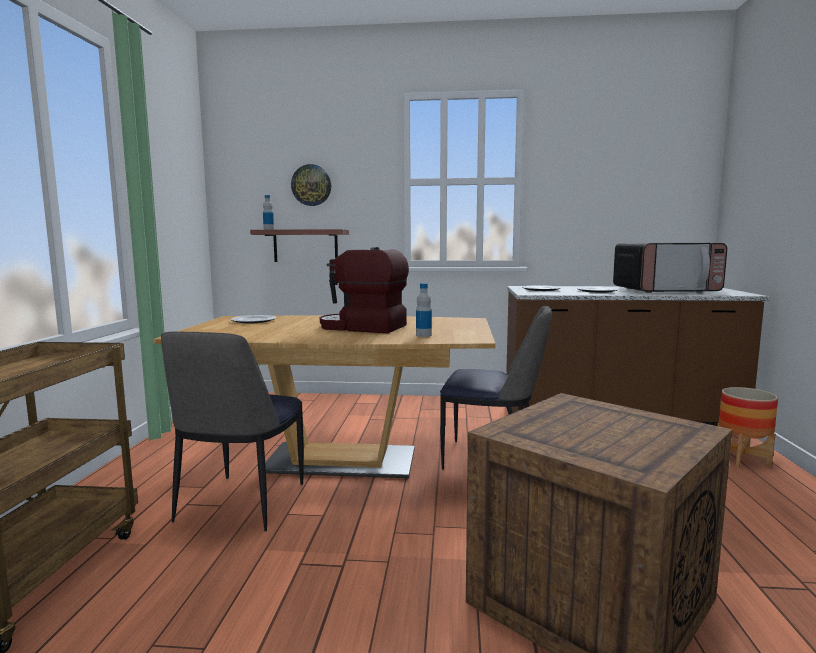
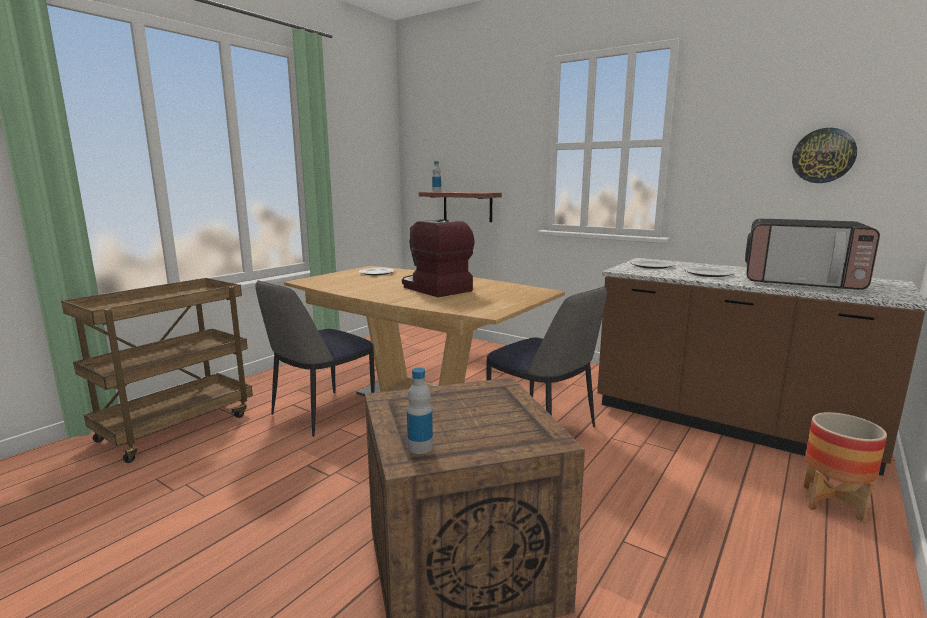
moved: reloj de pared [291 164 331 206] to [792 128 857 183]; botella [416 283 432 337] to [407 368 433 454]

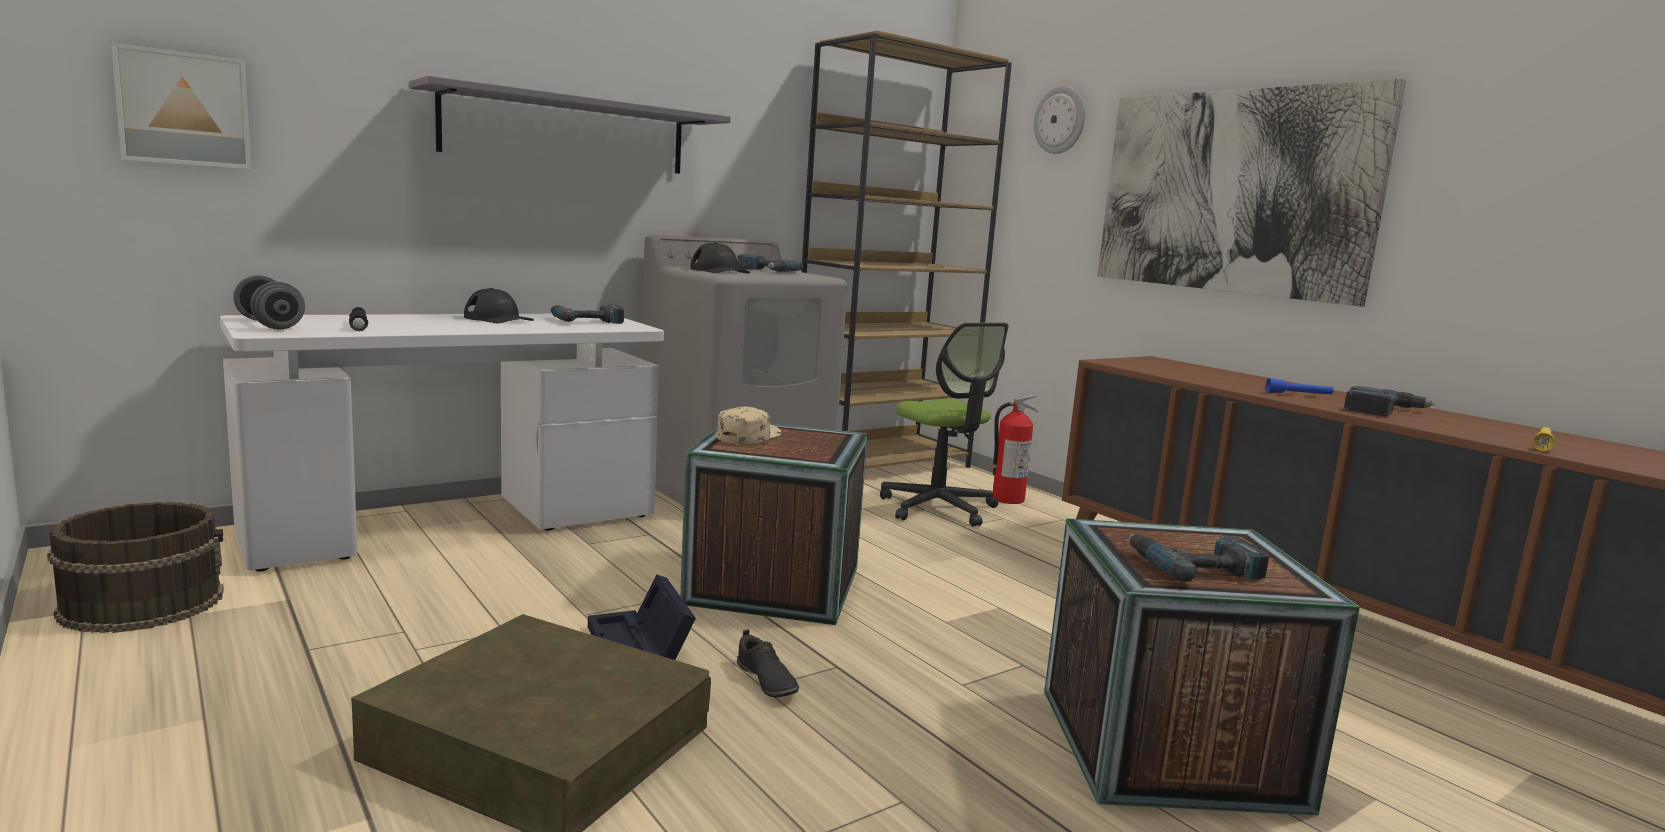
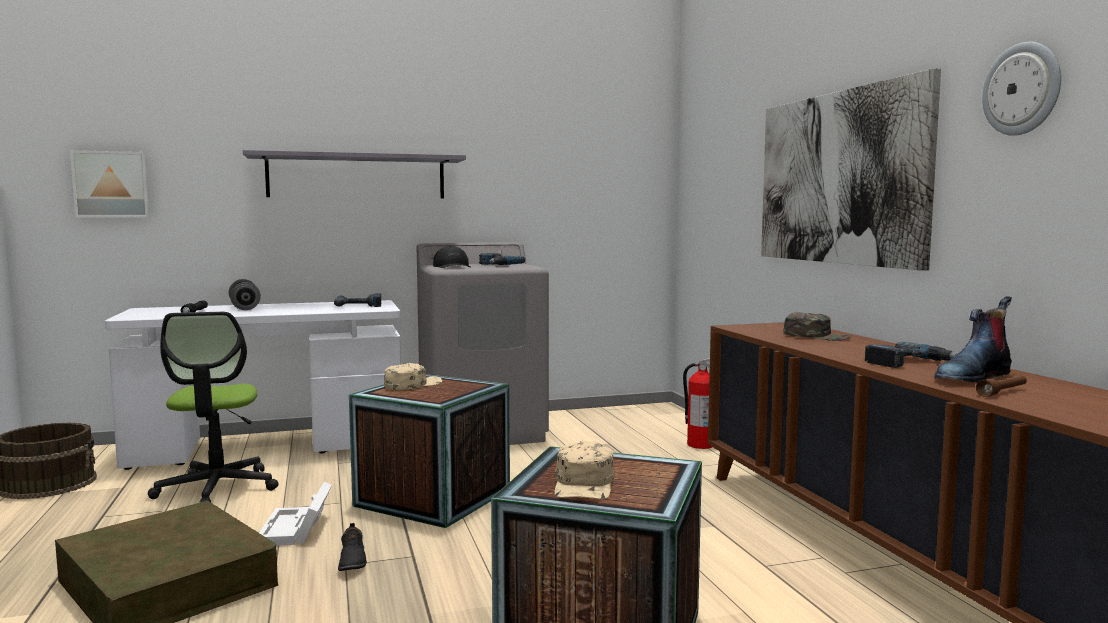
removed: gorra/negro [464 288 534 323]; estantería/marrón [801 30 1012 469]; linterna/azul [1265 378 1334 395]
added: gorra/verde [783 312 852 341]; bota [934 297 1012 383]
moved: mancuerna/gris [233 275 305 329] to [229 279 261 310]; silla de oficina [880 323 1008 527] to [148 312 278 503]; reloj de pared [1034 86 1085 154] to [982 42 1061 136]
replaced: taladro [1129 534 1269 582] to gorra/beis [555 441 614 499]
recoloured: caja de almacenaje/negro [588 574 696 660] to caja de almacenaje/blanco [259 482 332 546]; linterna/amarillo [1532 427 1555 451] to linterna/marrón [976 376 1027 397]

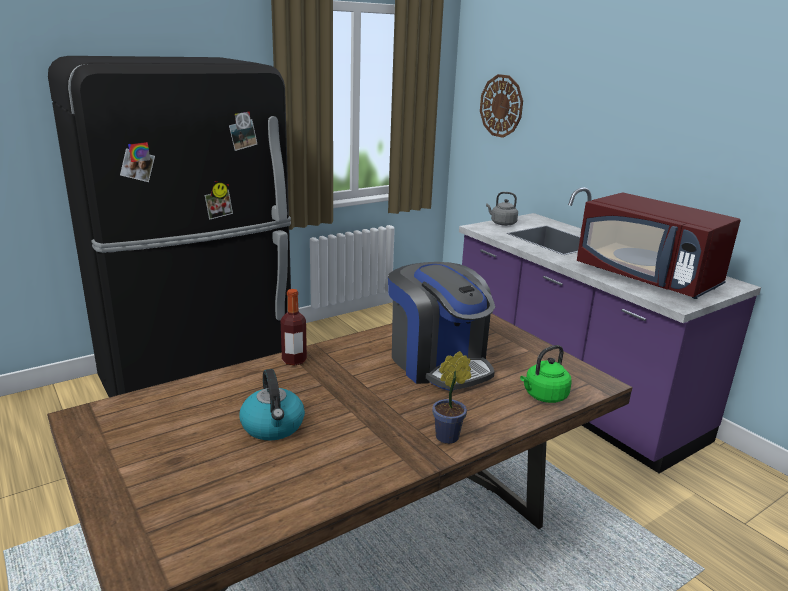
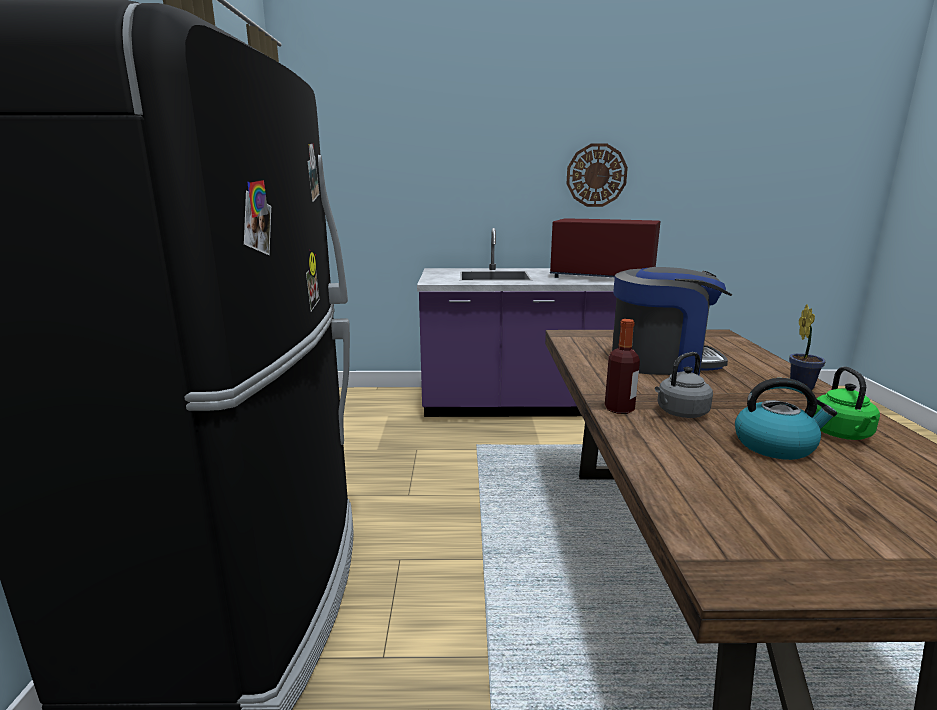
moved: reloj de pared [480 74 523 138] to [566 144 628 207]; hervidor/gris [486 192 518 226] to [655 352 713 418]; hervidor/verde [520 345 572 403] to [815 367 880 440]
turned: microondas/rojo [577 192 741 299] = [550 218 661 278] 150 degrees counterclockwise

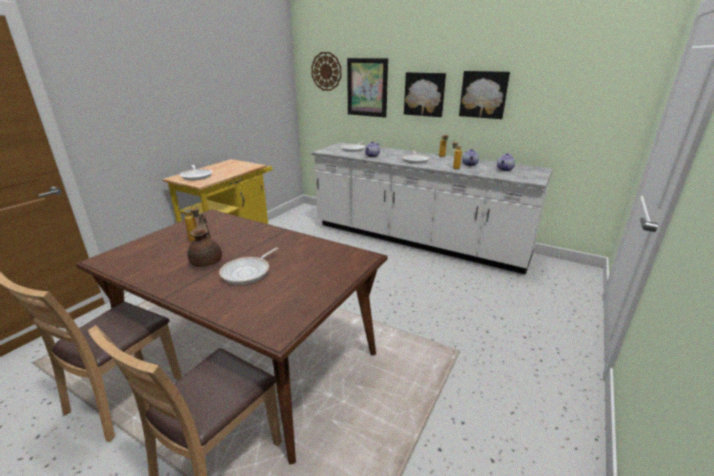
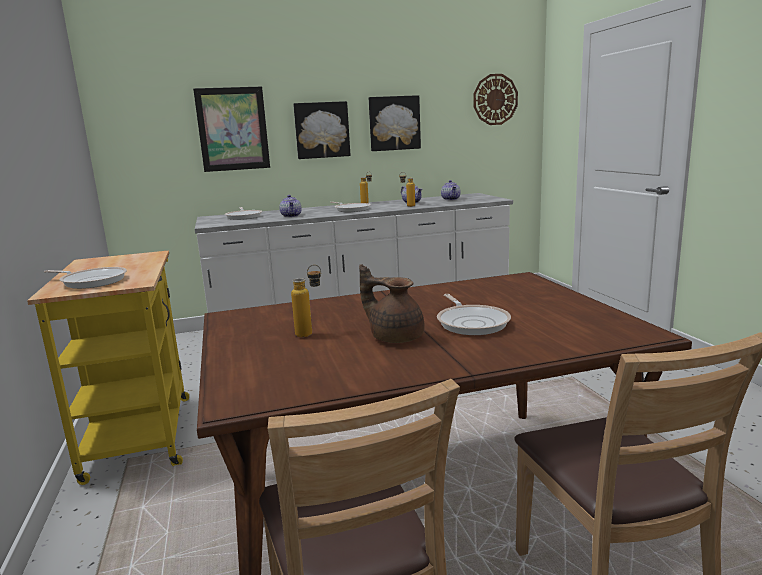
moved: reloj de pared [311 52 341 91] to [473 74 518 125]

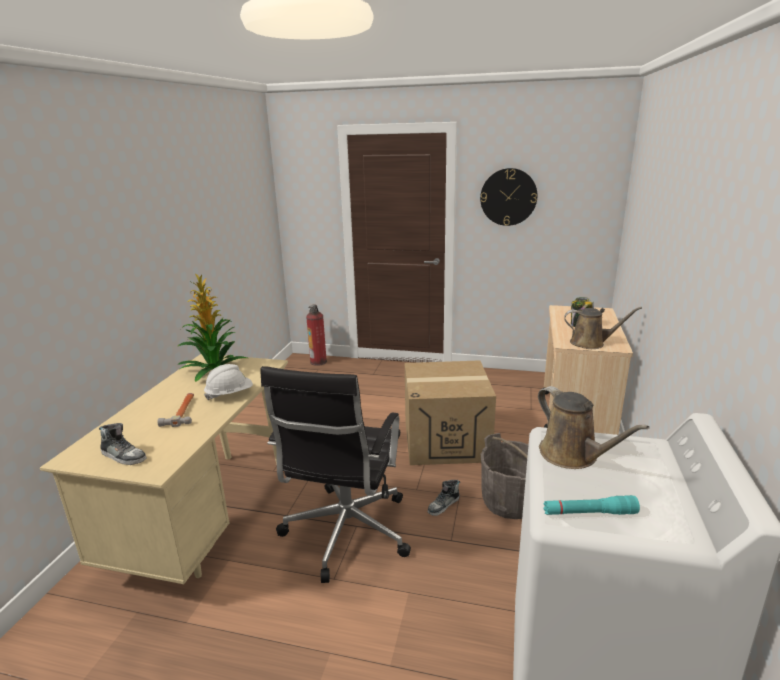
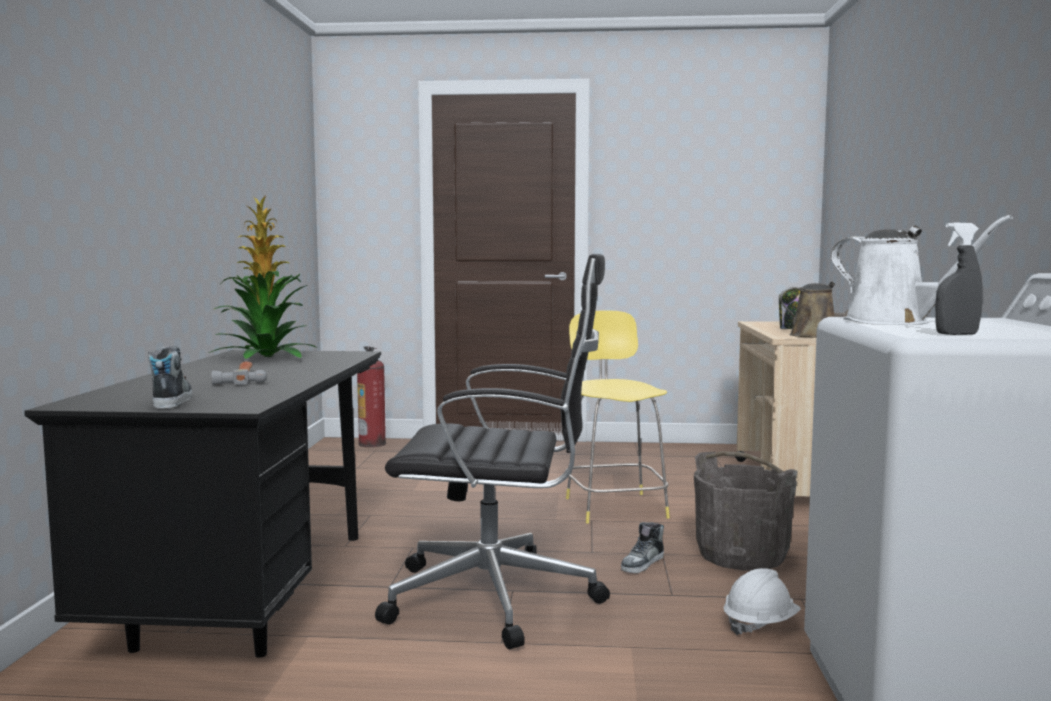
removed: reloj de pared [480 168 537 226]
moved: casco/blanco [204 364 253 400] to [723 568 801 636]
replaced: caja de cartón [405 360 496 465] to taburete/amarillo [566 310 670 524]; linterna/turquesa [543 495 640 515] to pulverizador/gris [935 222 983 335]
recoloured: escritorio/beis [40 354 288 584] to escritorio/negro [25 350 381 658]; regadera/marrón [538 386 650 469] to regadera/blanco [831 215 1013 325]
turned: zapato [99 423 146 465] = [148 346 192 409] 120 degrees counterclockwise; silla de oficina/negro [260 366 411 583] = [375 253 610 649] 90 degrees counterclockwise

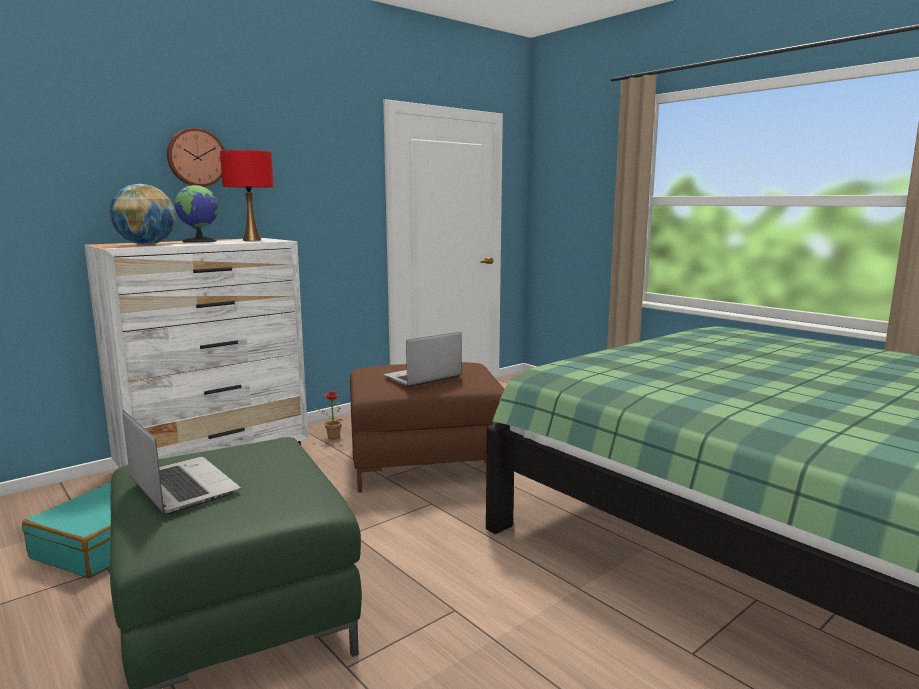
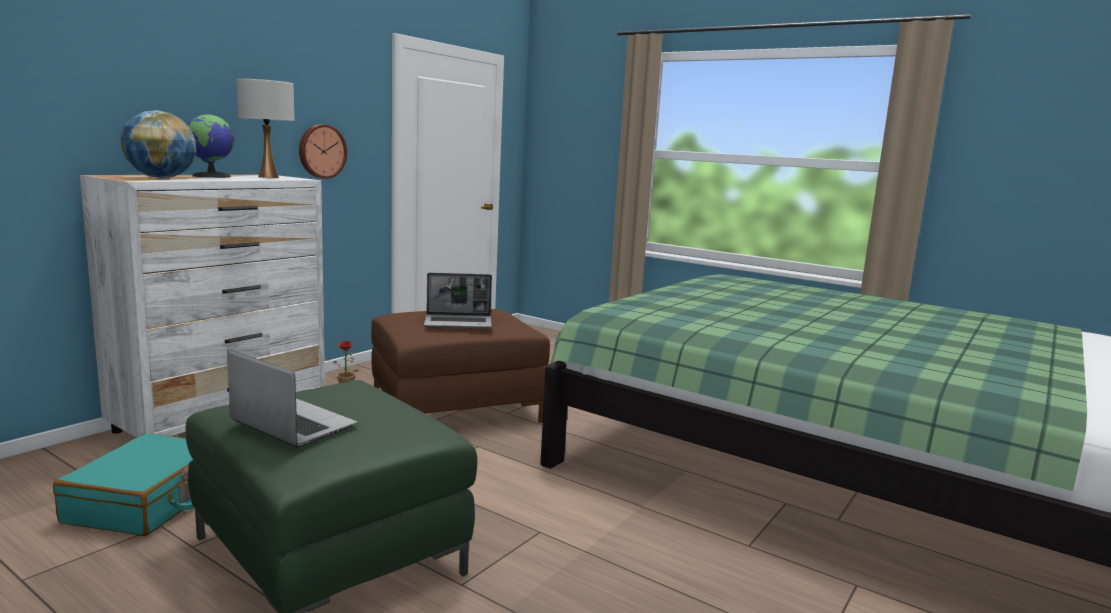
moved: reloj de pared [167 128 225 187] to [299 124 347 179]
recoloured: lámpara de mesa/rojo [220 150 274 241] to lámpara de mesa/blanco [236 79 294 178]
turned: portátil [384 332 462 387] = [424 273 492 329] 135 degrees counterclockwise

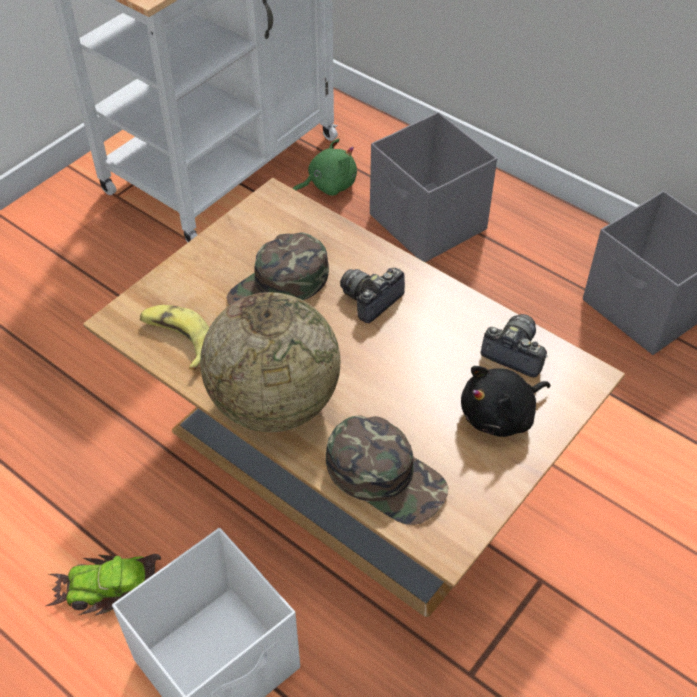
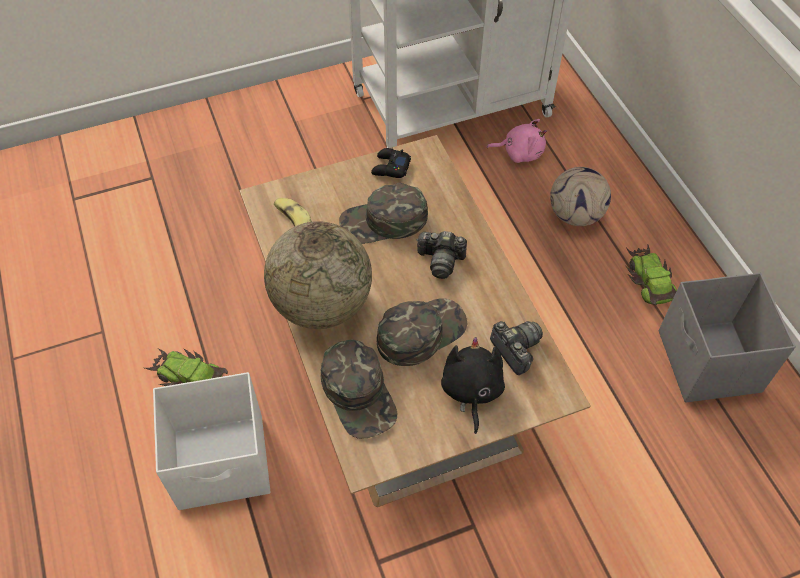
added: mando de consola/negro [371 148 411 178]; gorra/verde [376 298 467 366]; coche de juguete [626 245 677 305]
replaced: caja de almacenaje/gris [370 112 497 262] to balón de fútbol [550 167 611 226]
recoloured: peluche/verde [292 138 357 196] to peluche/rosa [487 119 547 163]
turned: cámara [340 268 405 323] = [416 231 467 279] 150 degrees counterclockwise; peluche/negro [461 366 550 437] = [441 337 505 434] 90 degrees clockwise

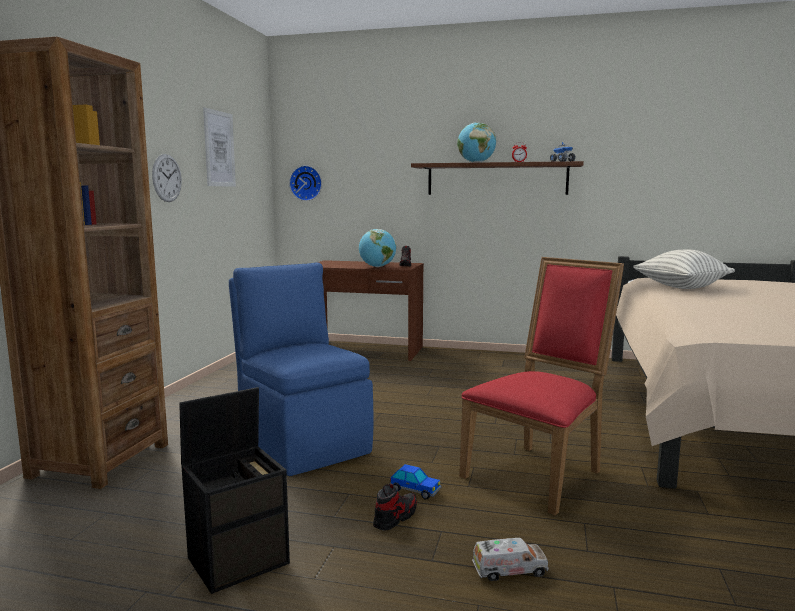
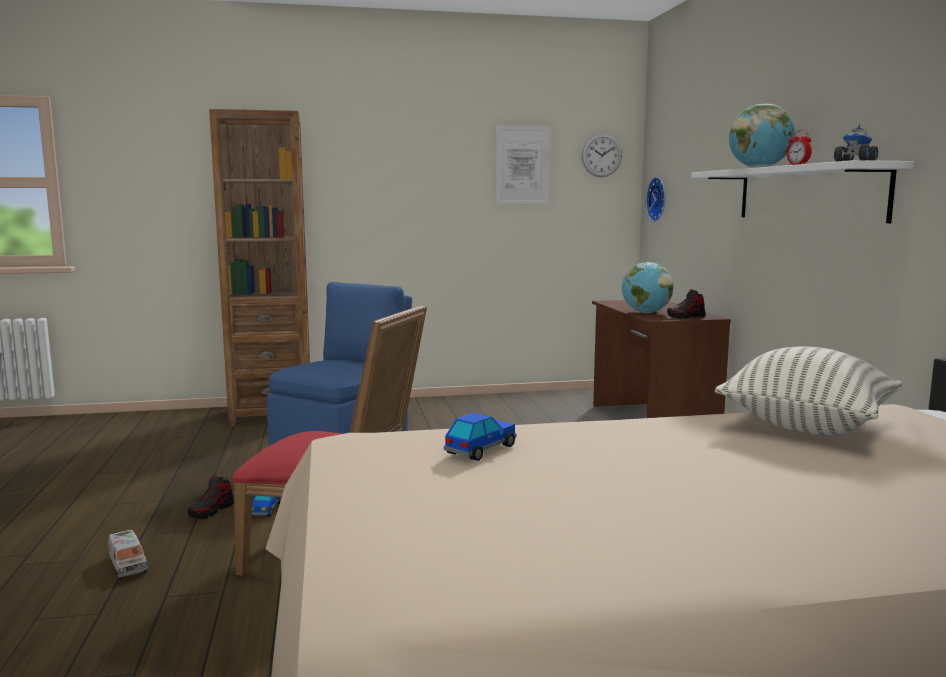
removed: caja de almacenaje/negro [179 387 290 594]
added: coche de juguete [444 413 517 461]
moved: reloj de pared [152 154 182 202] to [581 134 622 177]
recoloured: estante/marrón [411 161 584 195] to estante/blanco [691 160 914 223]
turned: zapato [373 484 417 530] = [188 475 234 519] 105 degrees clockwise

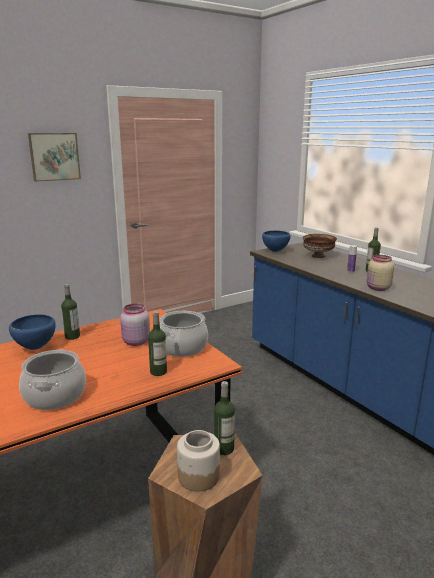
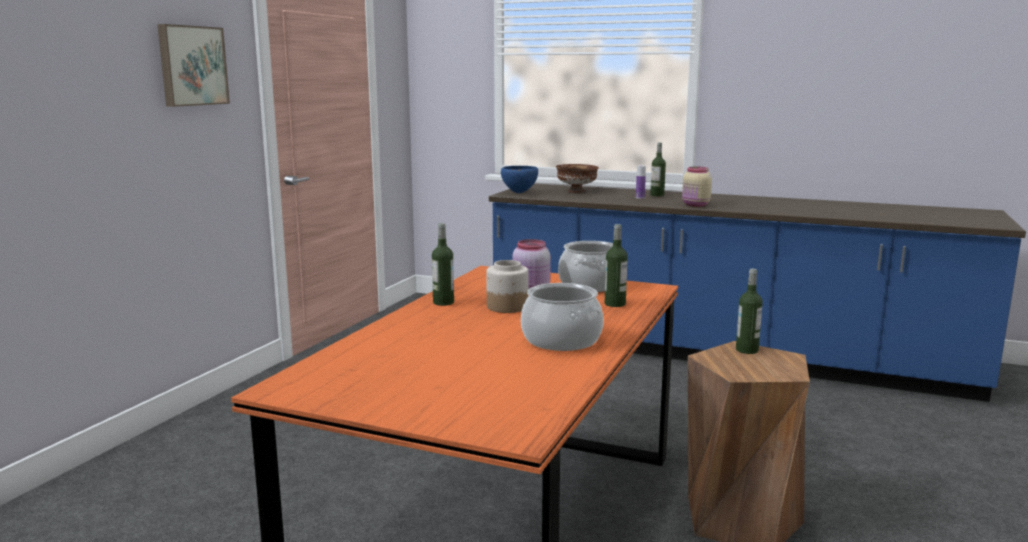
removed: cuenco/azul [9 314 56 350]
moved: tarro [177 430 220 492] to [486 260 529 313]

